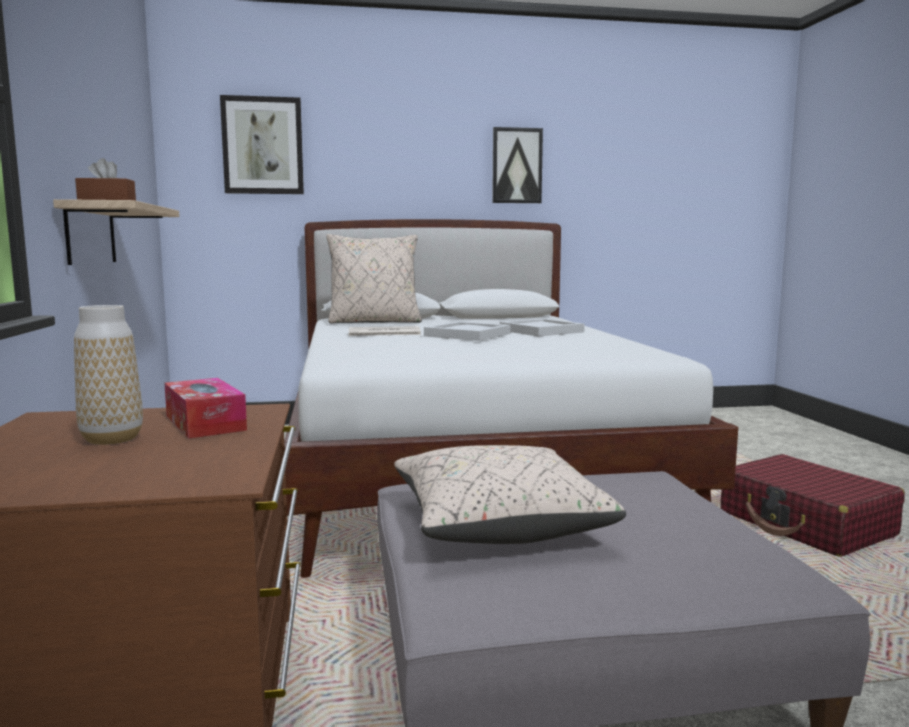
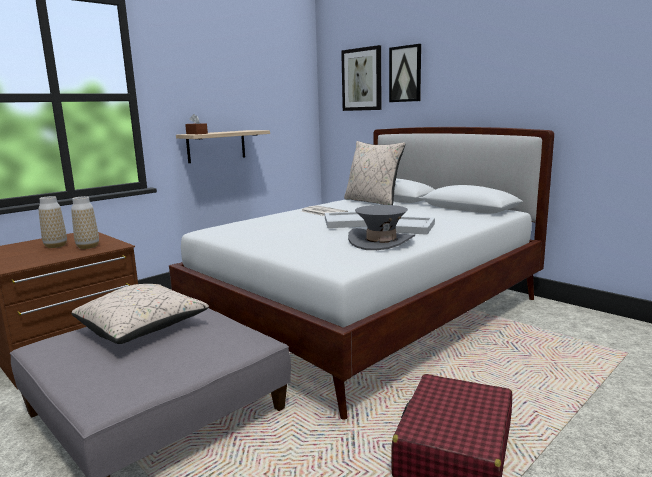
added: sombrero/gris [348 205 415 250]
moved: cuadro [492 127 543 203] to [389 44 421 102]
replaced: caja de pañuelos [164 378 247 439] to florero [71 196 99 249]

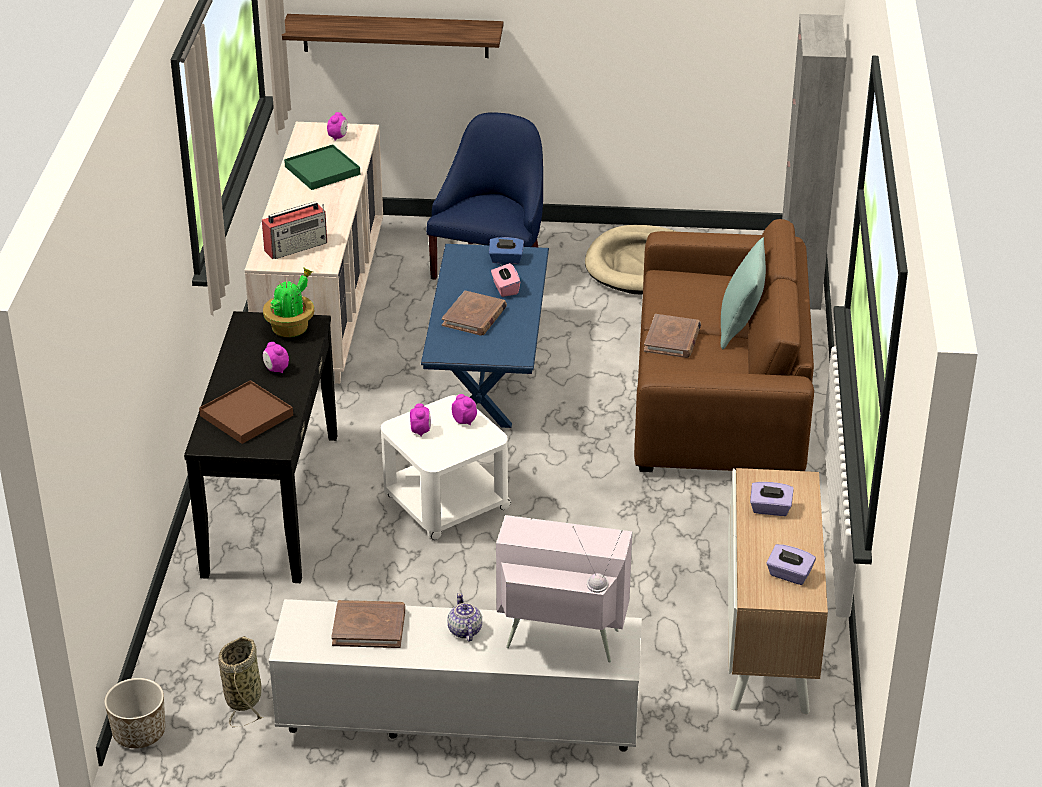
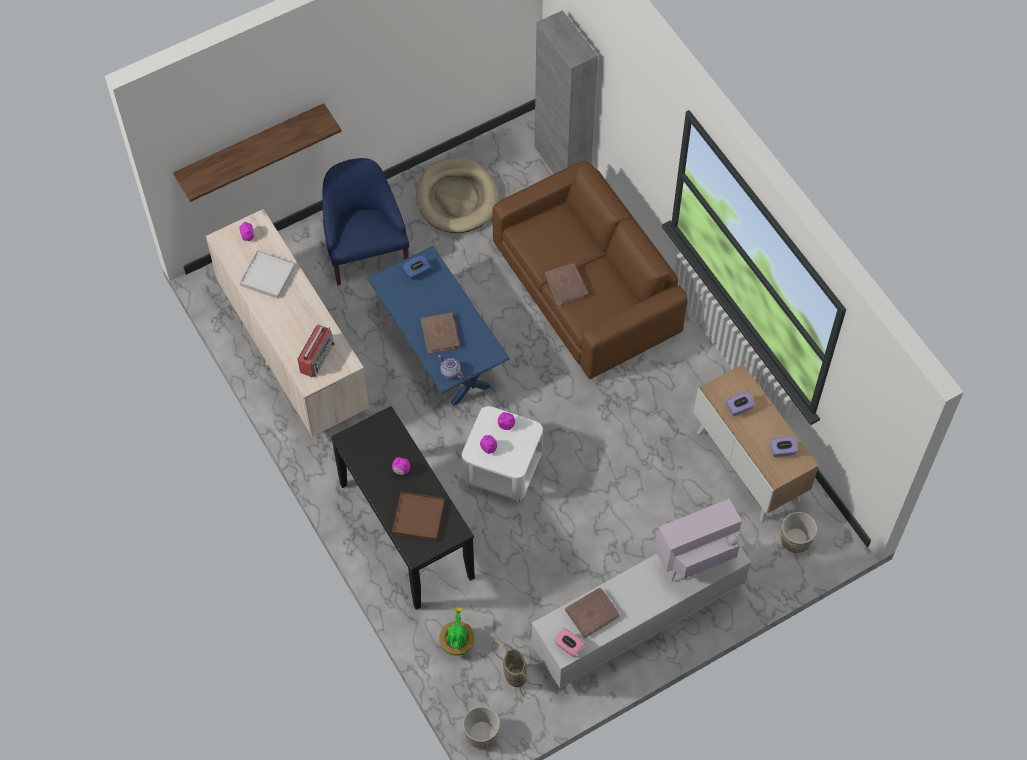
removed: cojín/turquesa [721 237 766 350]
added: maceta [780 512 817 553]
moved: planta en maceta [263 268 314 337] to [439 607 475 656]; tetera [448 593 482 642] to [438 355 463 379]; caja de pañuelos/rosa [491 263 520 297] to [554 628 585 657]
recoloured: bandeja/verde [284 144 360 190] to bandeja/blanco [240 250 296 299]

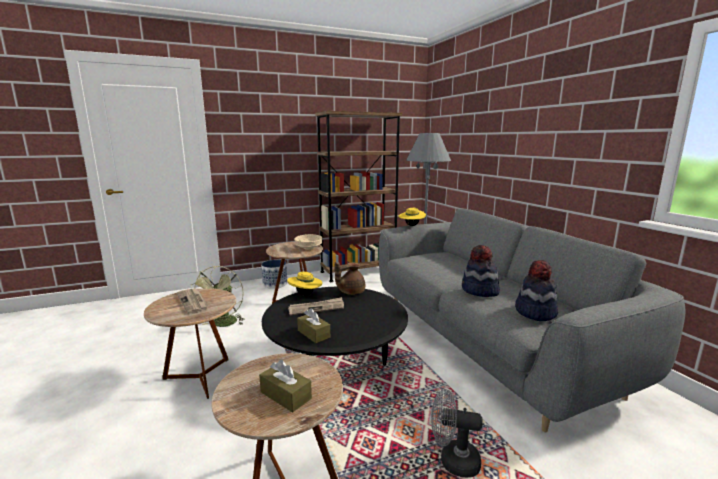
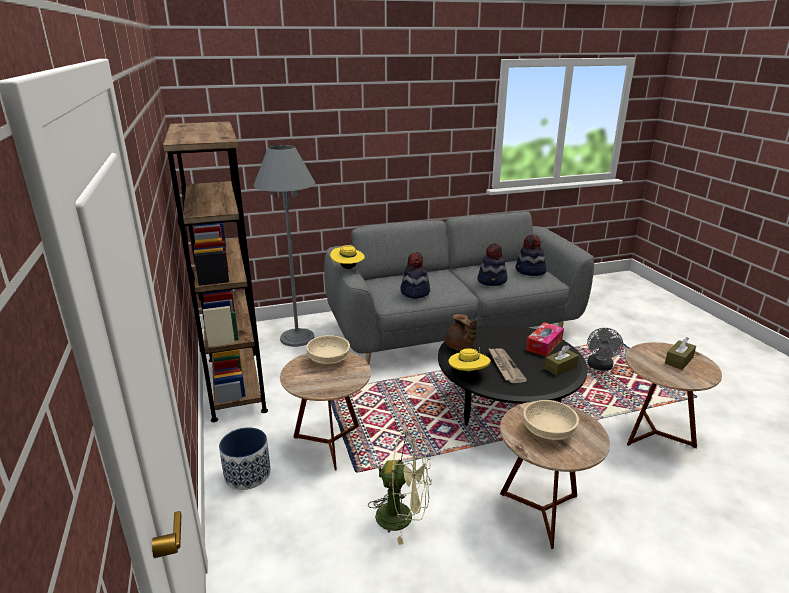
added: sombrero [400 252 430 299]; caja de pañuelos [526 322 564 357]
replaced: periódico [177 289 208 314] to cuenco/beis [523 400 579 440]

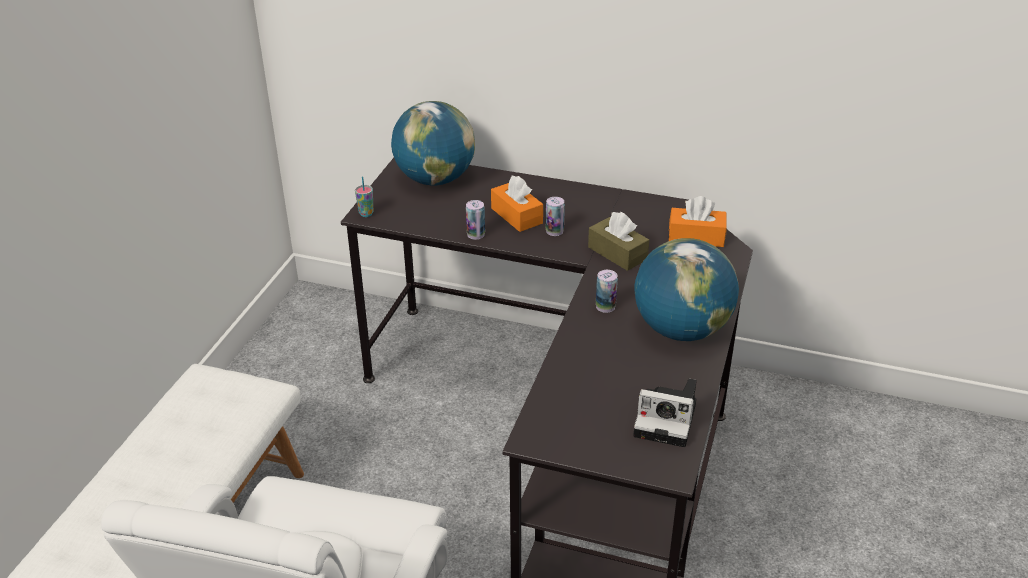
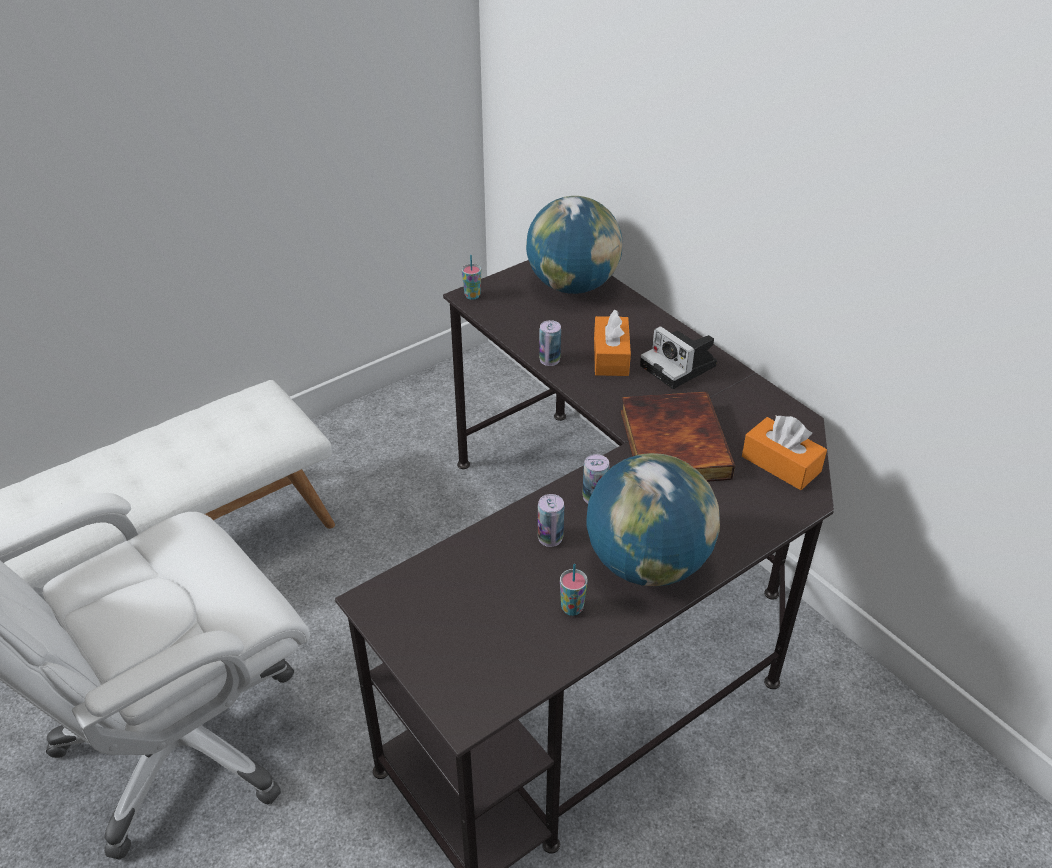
added: taza [560 564 588 616]
moved: lata [546 197 565 236] to [537 494 564 547]; cámara [633 379 697 447] to [640 326 717 389]
replaced: caja de pañuelos/marrón [588 212 649 271] to libro [621 392 735 482]

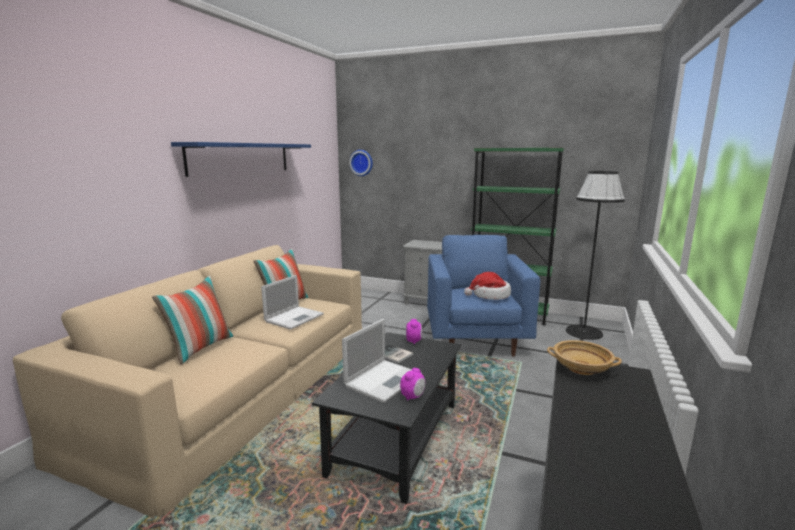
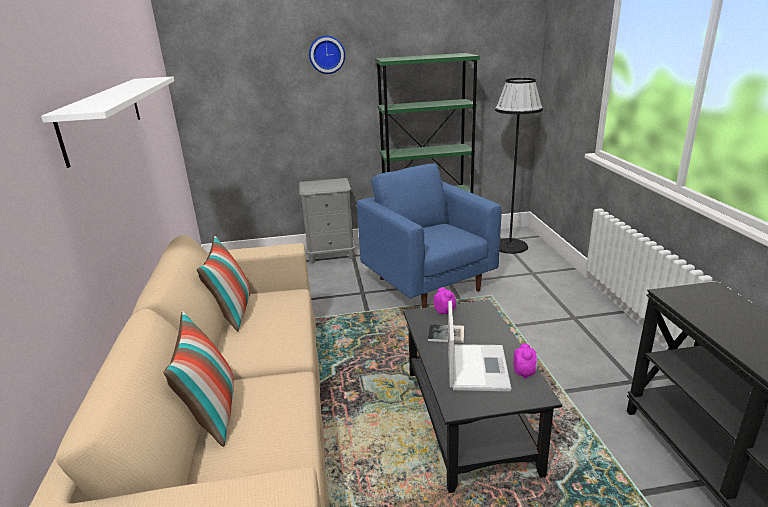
removed: portátil [261 275 324 330]; sombrero [464 272 511 300]; cuenco/beis [547 340 622 375]
moved: reloj de pared [349 150 373 176] to [309 35 345 74]
recoloured: estante/azul [171 142 311 177] to estante/blanco [41 77 174 168]

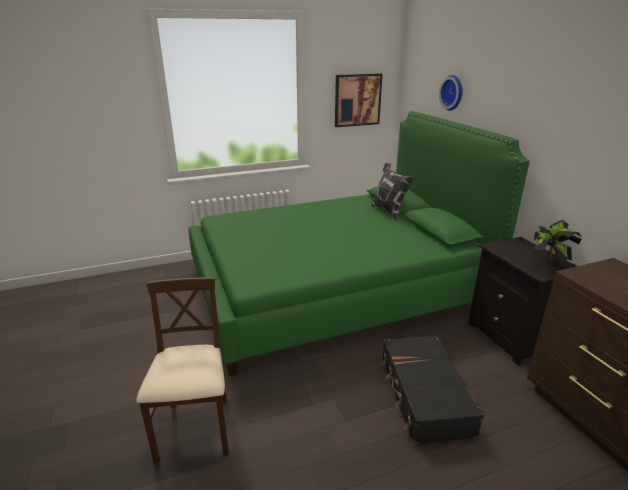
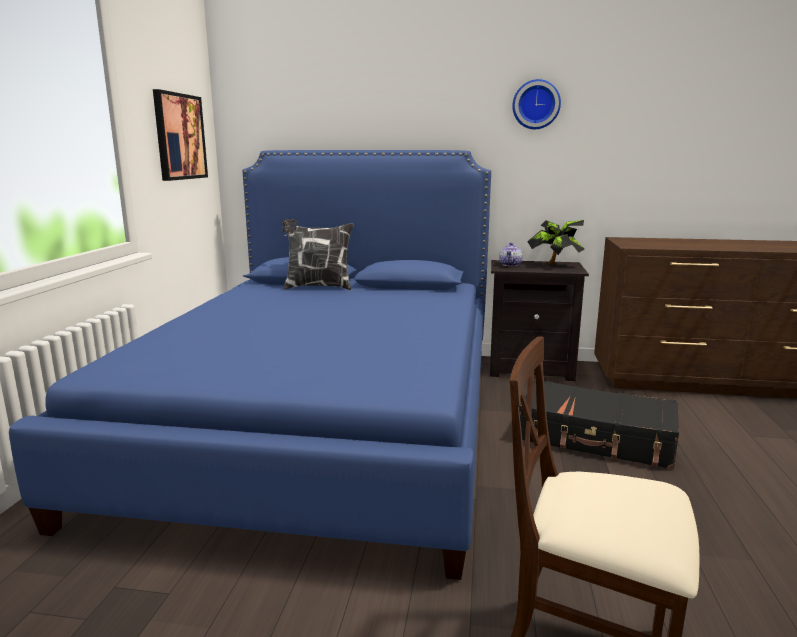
added: tetera [499 242 523 266]
moved: reloj de pared [439 75 463 110] to [512 79 561 129]
recoloured: cama/verde [188 111 529 376] to cama/azul [9 150 491 580]

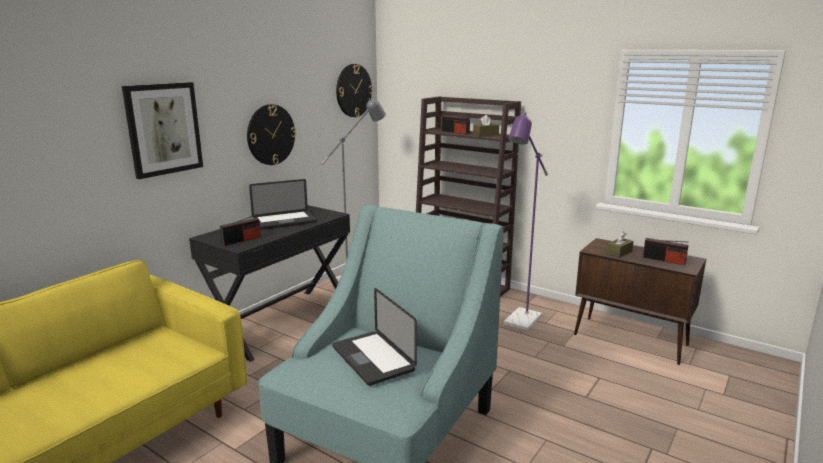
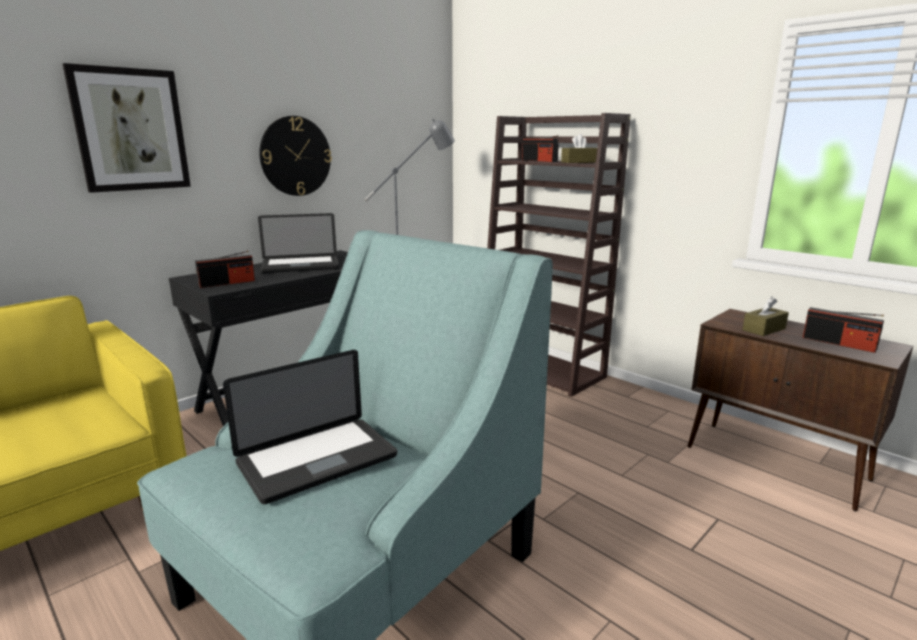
removed: reloj de pared [336 64 373 117]; lámpara de pie/morado [504 113 548 331]
turned: portátil [332 288 417 386] = [223 350 397 504] 105 degrees counterclockwise

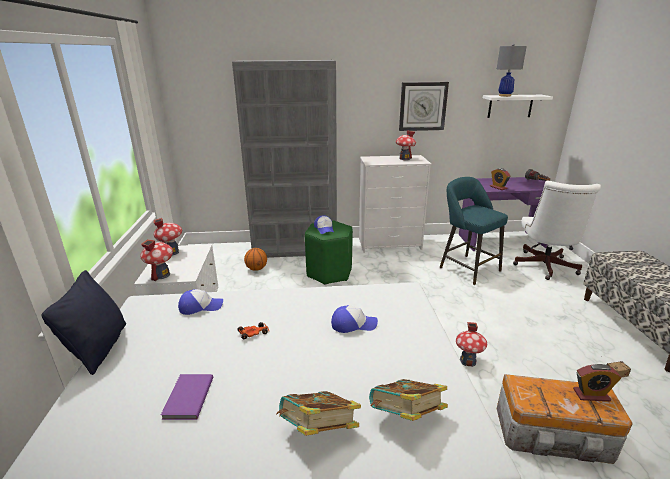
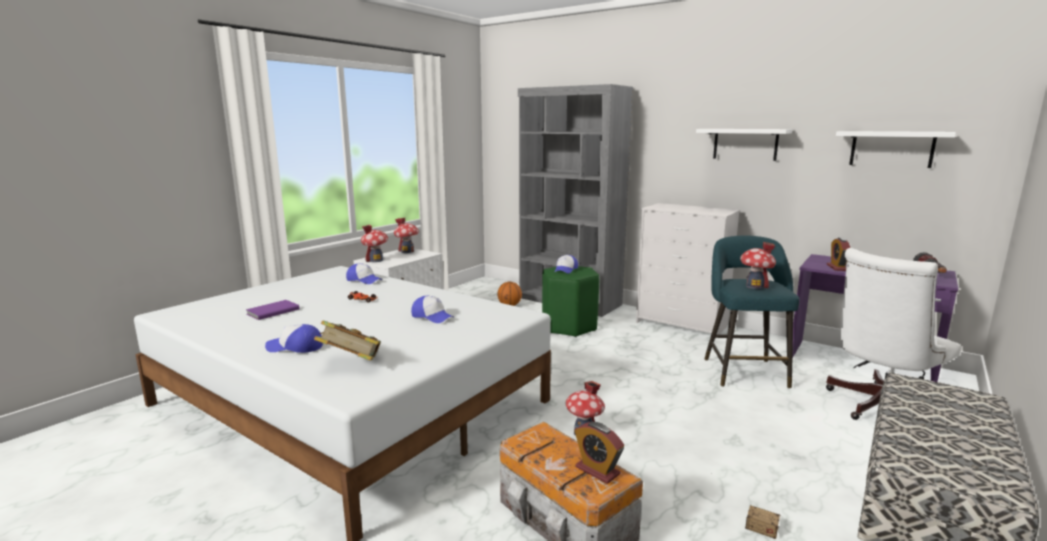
removed: cojín/negro [41 270 126 375]; lámpara de mesa/gris [497 44 527 97]
moved: casita [396 130 416 160] to [740 242 776 289]
replaced: libro [276 391 361 436] to gorra [265 324 323 353]; reloj de pared [399 82 449 131] to estante/blanco [696 129 792 161]

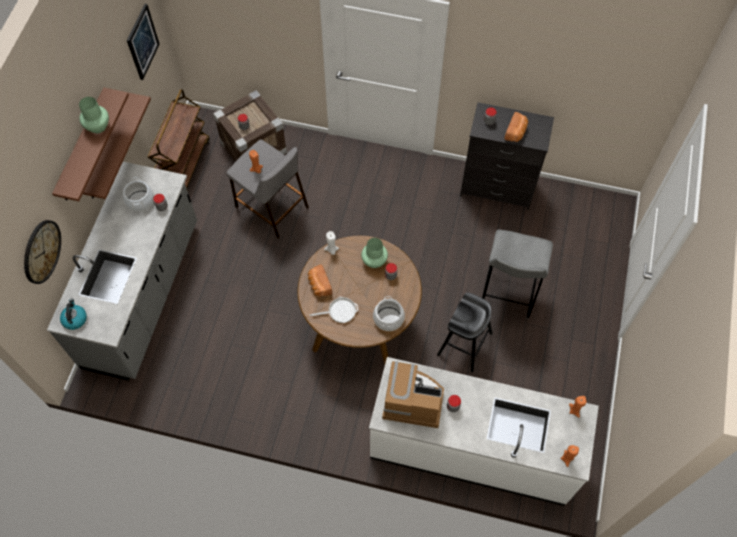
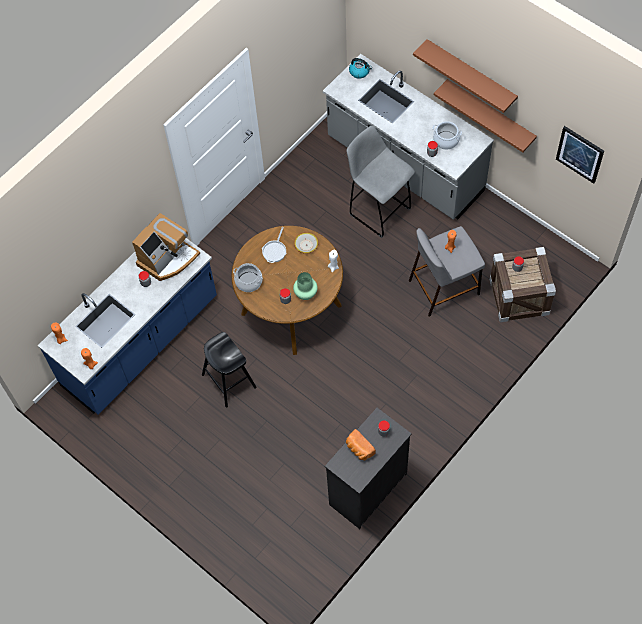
removed: reloj de pared [24 220 61 284]; florero/verde [79 97 109 133]; carrito/marrón [148 89 209 191]
moved: taburete/gris [482 229 553 319] to [346 126 415 238]
replaced: pan [308 264 332 297] to cuenco [294 233 318 254]
recoloured: mueble bajo de cocina/blanco [369 357 599 506] to mueble bajo de cocina/azul [38 238 217 415]

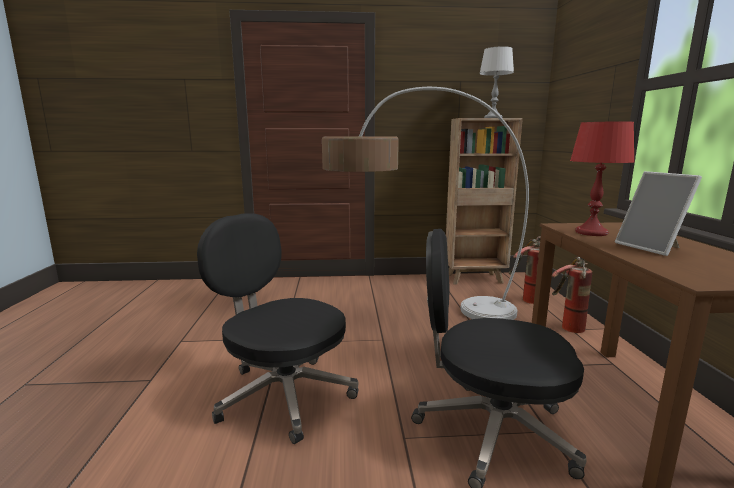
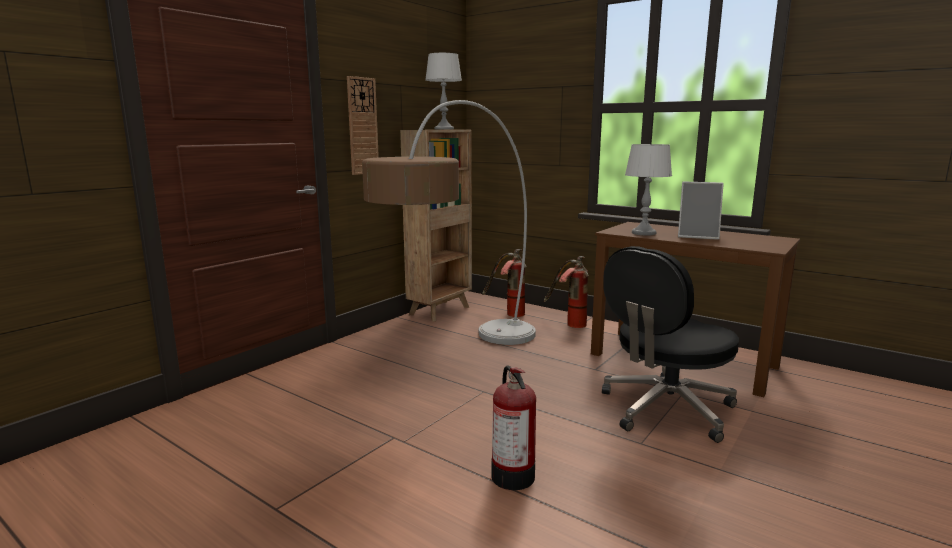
added: reloj de pared [347 76 379 175]
replaced: silla de oficina/negro [197 213 359 444] to extintor [491 366 536 490]
recoloured: lámpara de mesa/rojo [570 121 635 236] to lámpara de mesa/gris [625 144 672 236]

